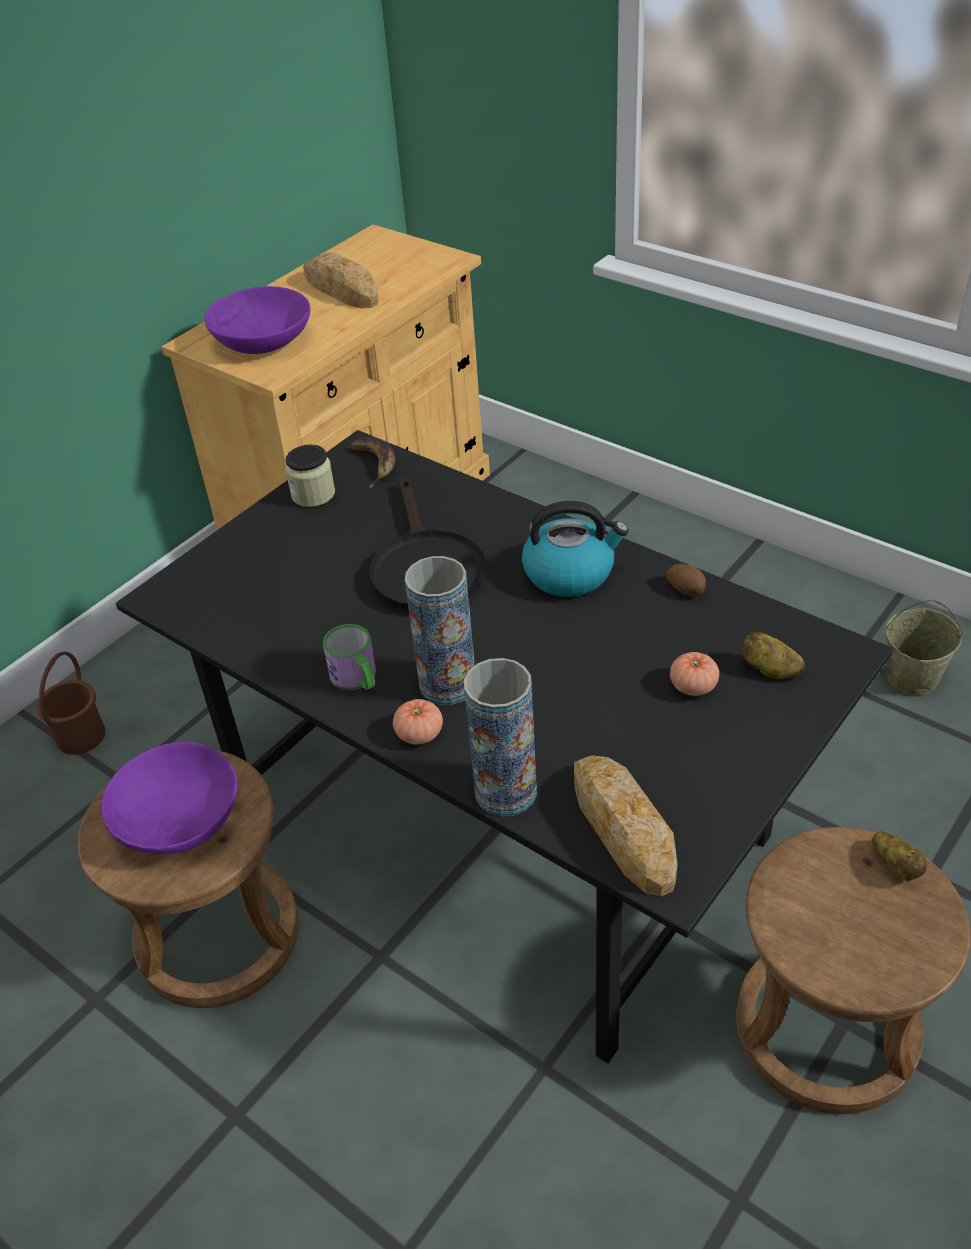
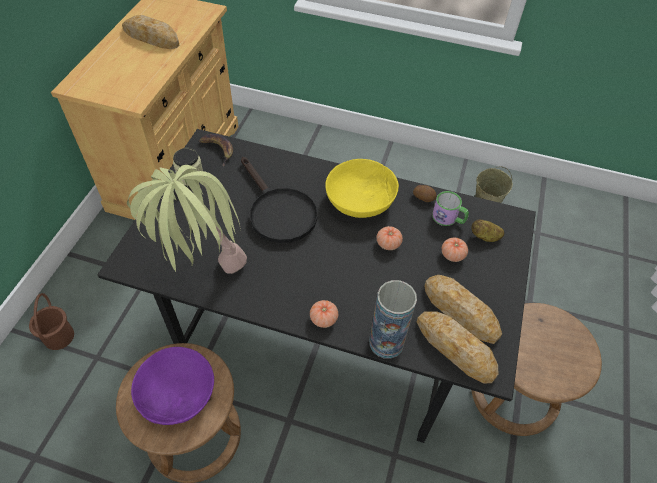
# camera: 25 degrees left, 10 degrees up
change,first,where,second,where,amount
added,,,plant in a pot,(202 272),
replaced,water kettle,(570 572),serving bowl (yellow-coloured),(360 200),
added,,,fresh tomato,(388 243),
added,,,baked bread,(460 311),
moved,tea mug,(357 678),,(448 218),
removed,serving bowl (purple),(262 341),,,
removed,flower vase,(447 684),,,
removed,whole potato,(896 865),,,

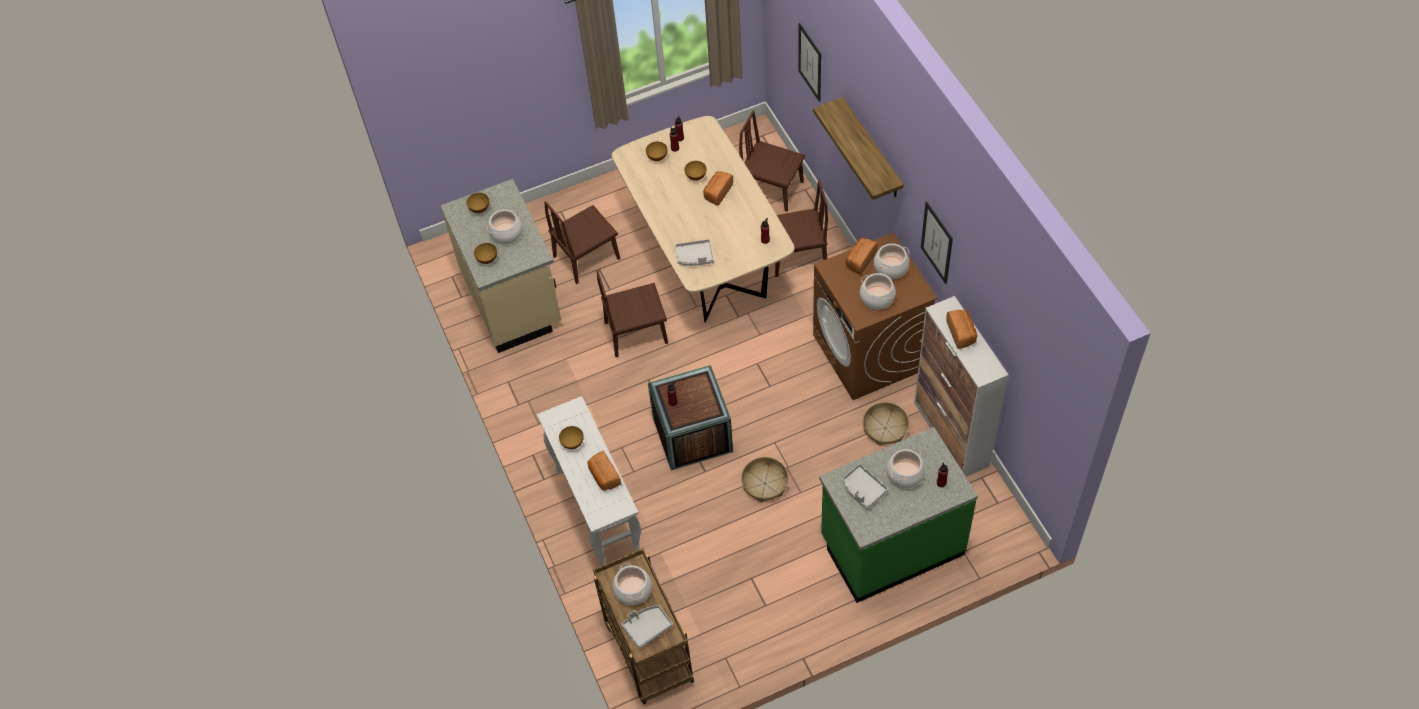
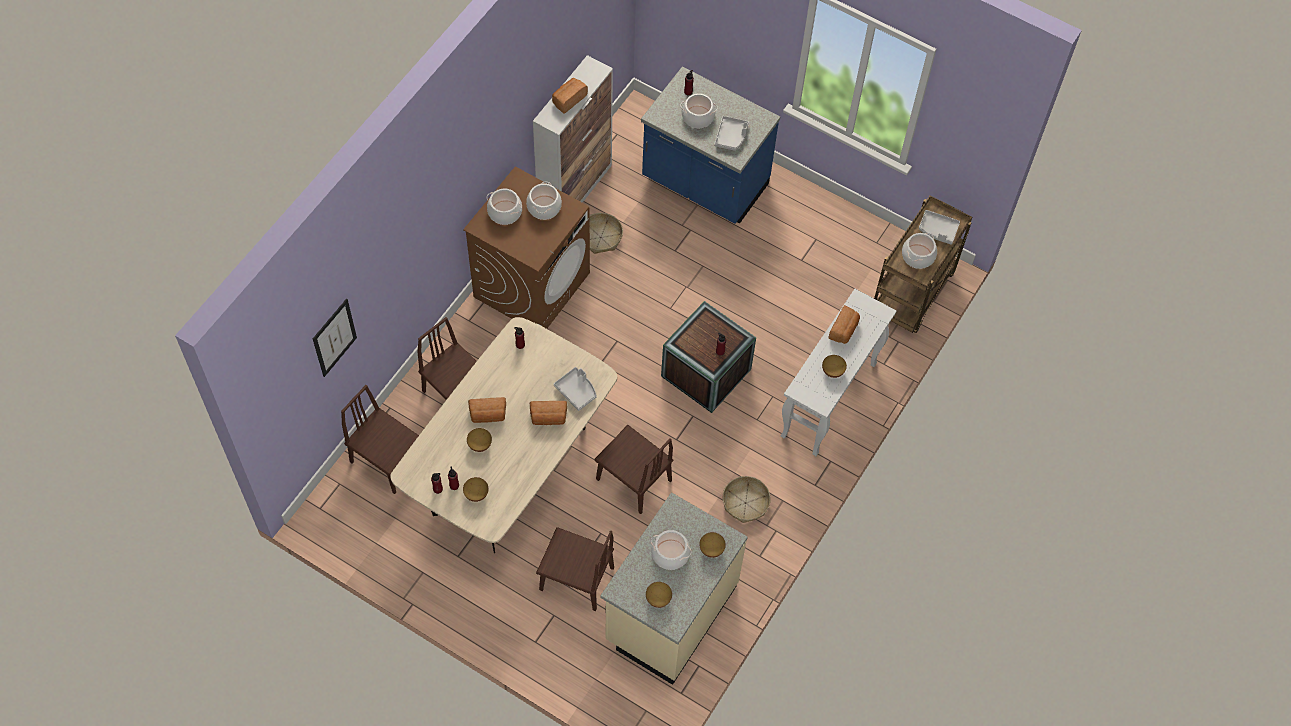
# camera: 130 degrees left, 5 degrees up
change,first,where,second,where,amount
turned,upright chair (brownish),(772 189),,(388 460),135 degrees clockwise
moved,baked bread,(860 260),,(548 418),
recoloured,kitchen counter (green-coloured),(891 545),kitchen counter (blue-coloured),(704 184),
moved,basket,(765 483),,(745 502),
removed,wall shelf,(872 150),,,
removed,picture,(937 242),,,

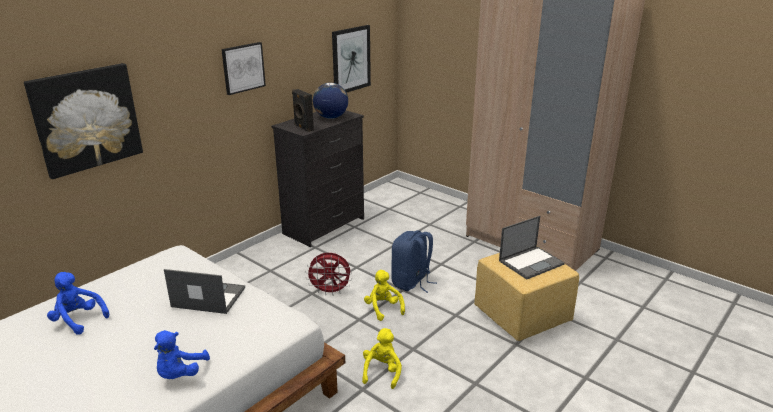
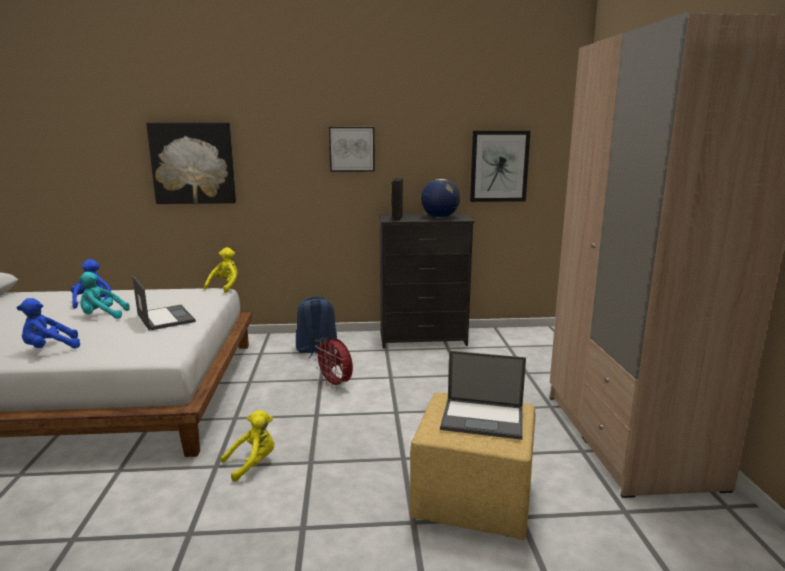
# camera: 45 degrees right, 10 degrees down
change,first,where,second,where,amount
added,,,soft toy (turquoise-coloured),(102 316),
moved,soft toy (yellow-coloured),(383 308),,(225 287),
moved,knapsack (blue-coloured),(412 282),,(316 350),

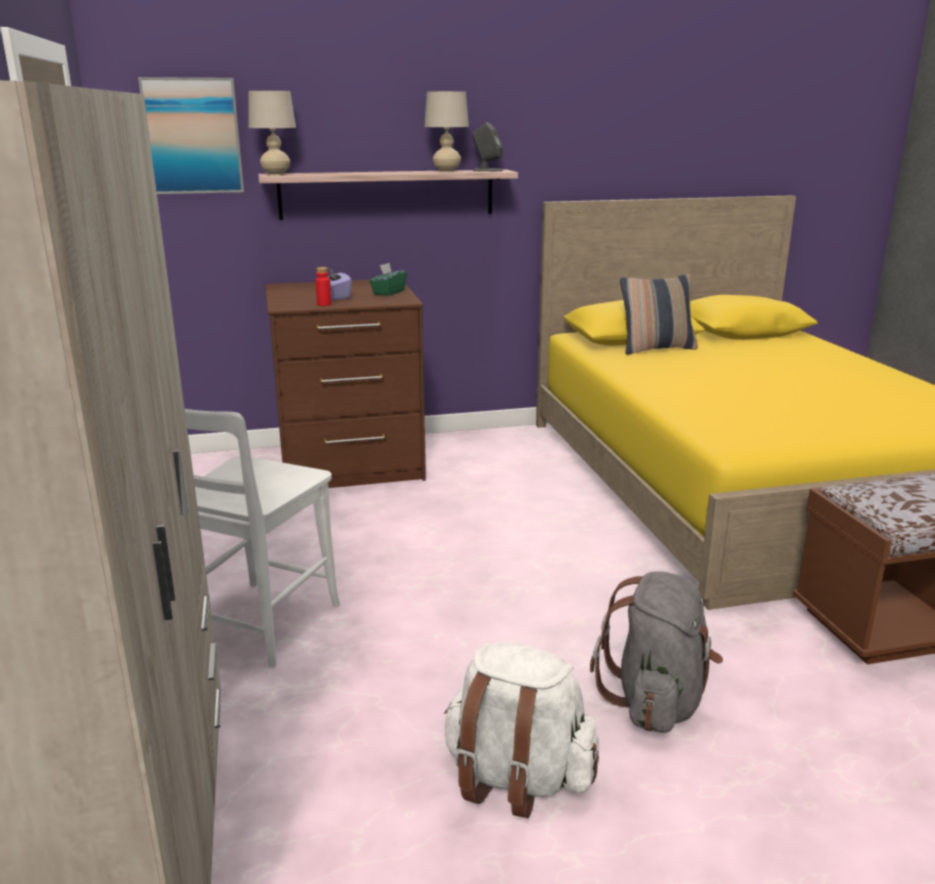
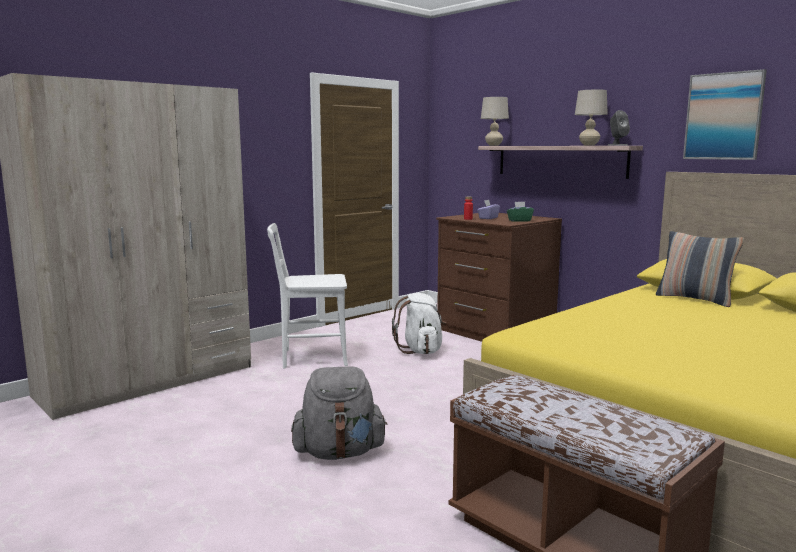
# camera: 60 degrees right, 10 degrees down
change,first,where,second,where,amount
moved,knapsack (white-coloured),(516 778),,(420 350),
moved,picture,(193 136),,(723 116),

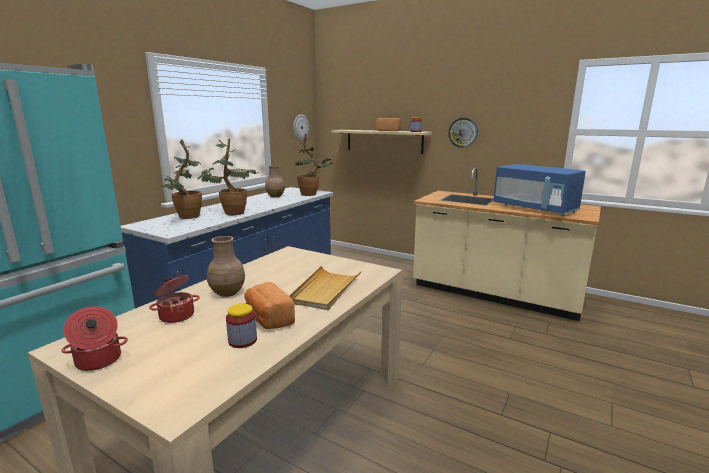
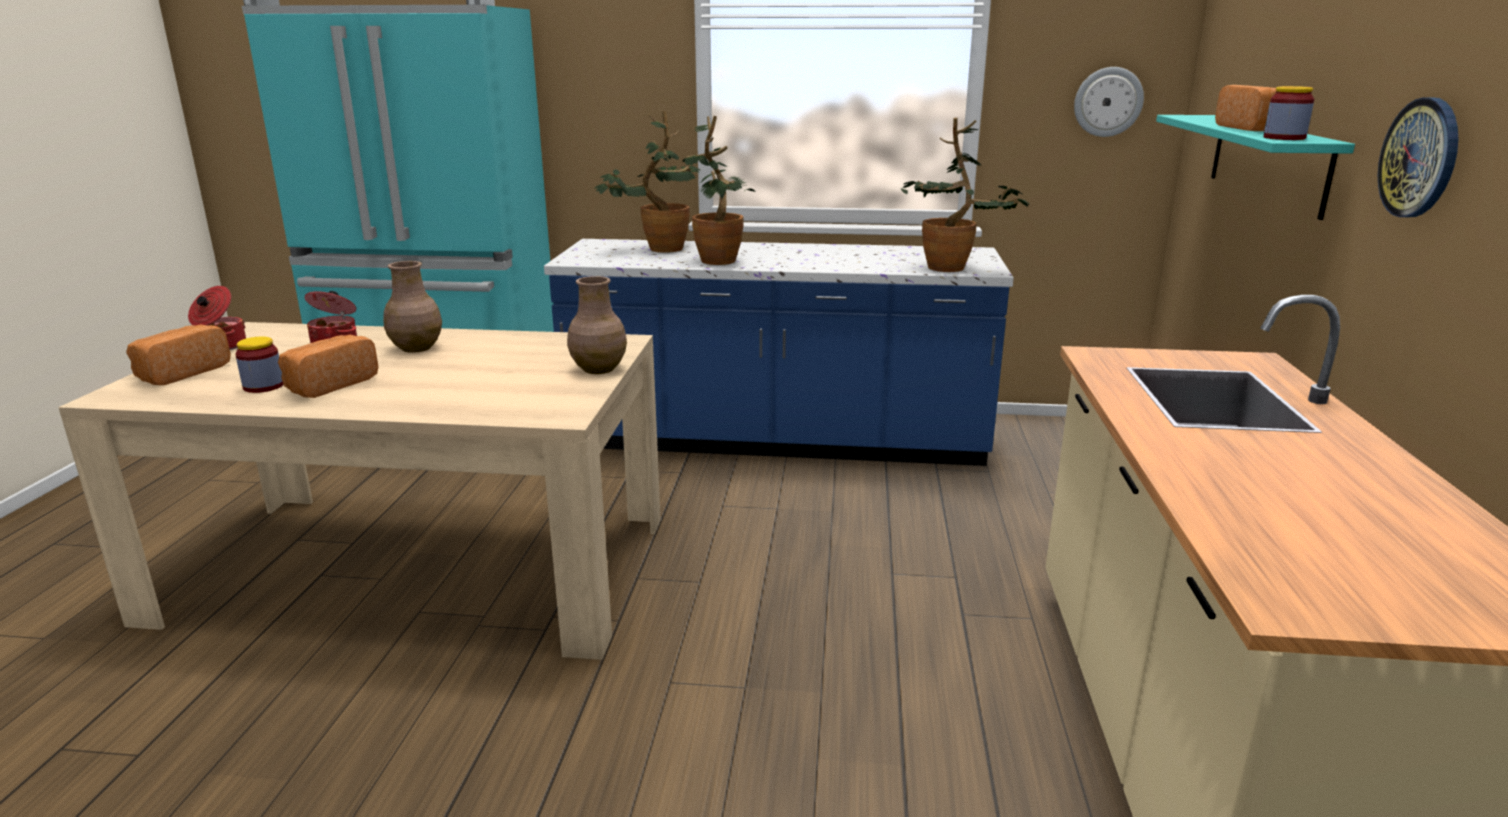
# camera: 65 degrees right, 5 degrees up
change,first,where,second,where,amount
added,,,baked bread,(181 373),
moved,flower vase (brownish),(275 196),,(598 369),
recoloured,wall shelf (beige-coloured),(384 141),wall shelf (turquoise-coloured),(1267 162),
removed,carrying tray (beige-coloured),(325 290),,,
removed,microwave oven (blue-coloured),(534 209),,,

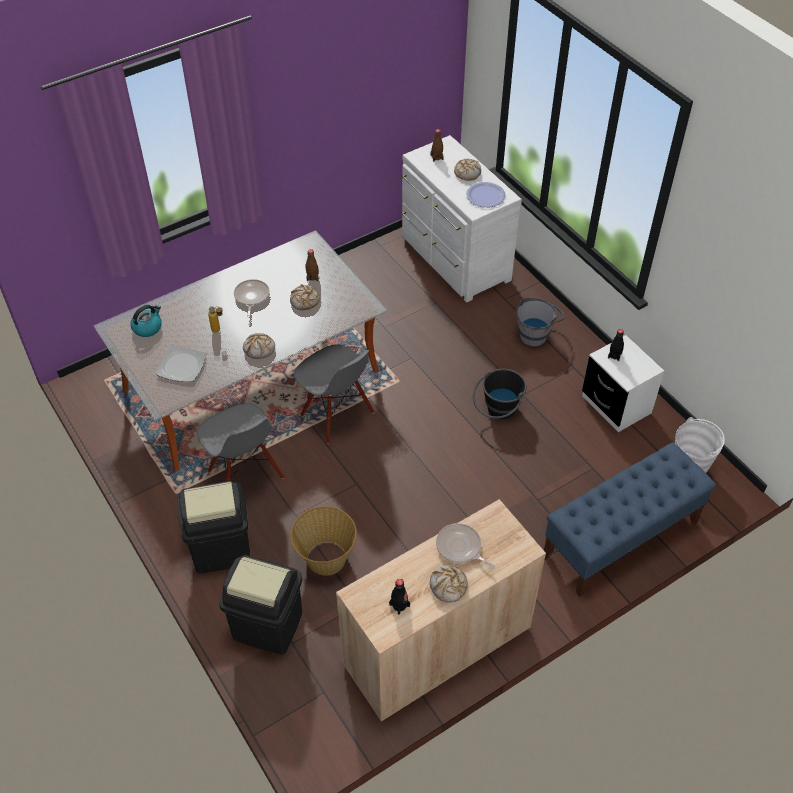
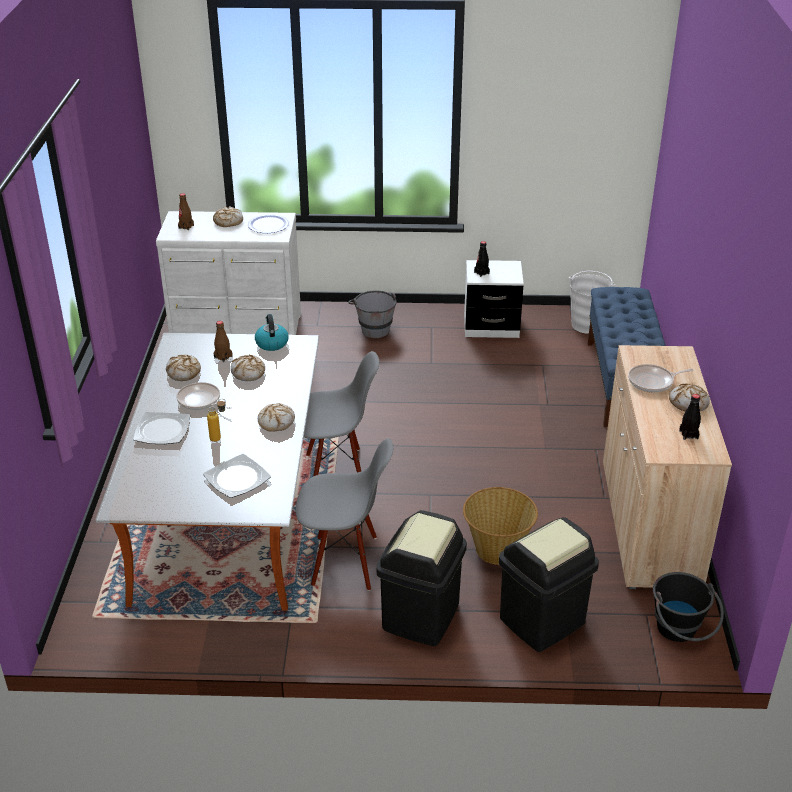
# camera: 55 degrees left, 15 degrees down
change,first,where,second,where,amount
added,,,plate,(163 431),
added,,,baked bread,(183 372),
moved,water kettle,(147 327),,(271 343),
moved,water bucket (blackish),(498 412),,(680 634),

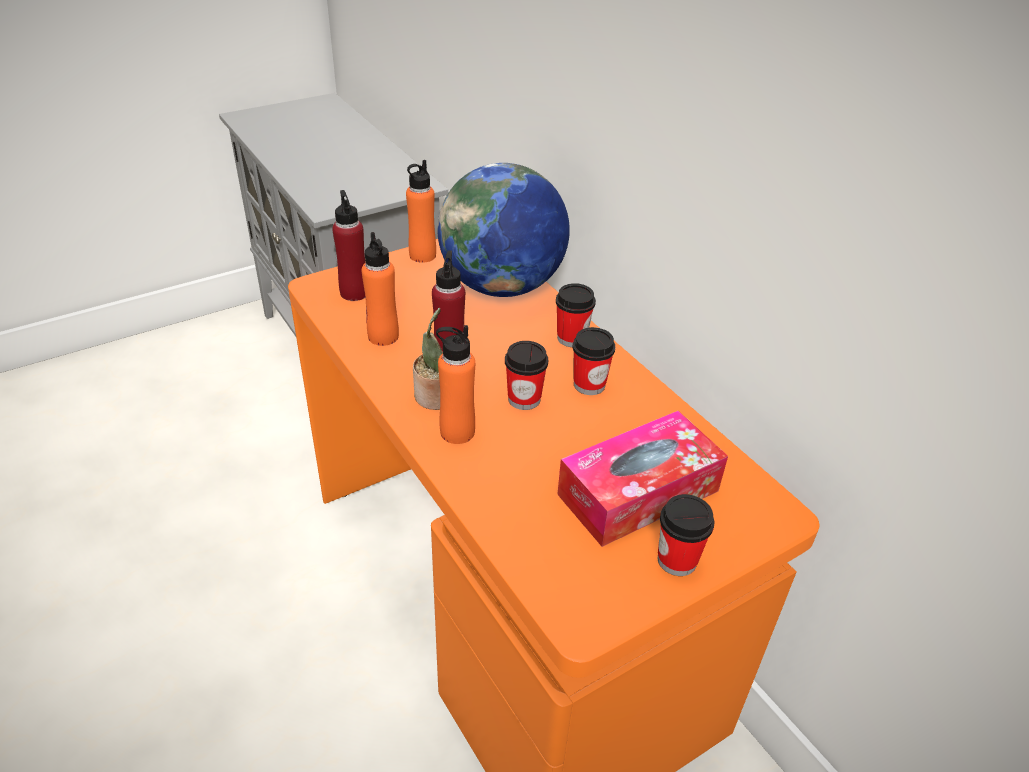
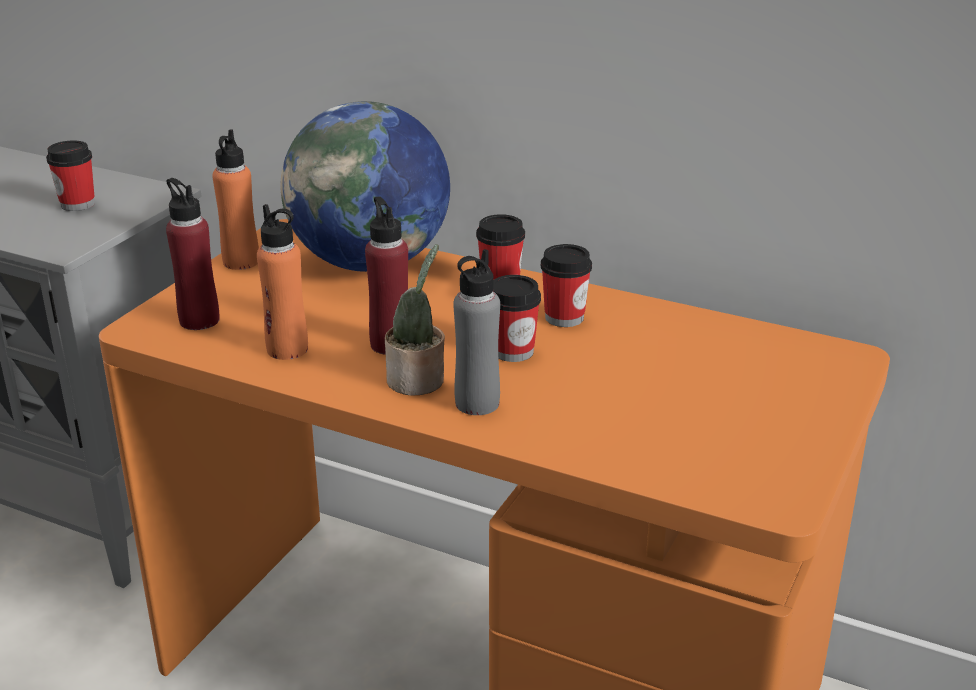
# camera: 30 degrees left, 10 degrees down
change,first,where,second,where,amount
moved,small cup,(677 560),,(77 204),
recoloured,beverage bottle (orange),(457 432),beverage bottle (gray),(477 403),
removed,box of tissues,(638 492),,,

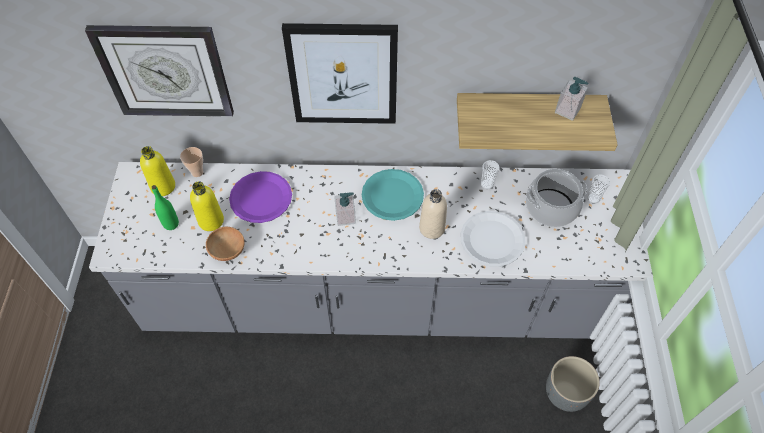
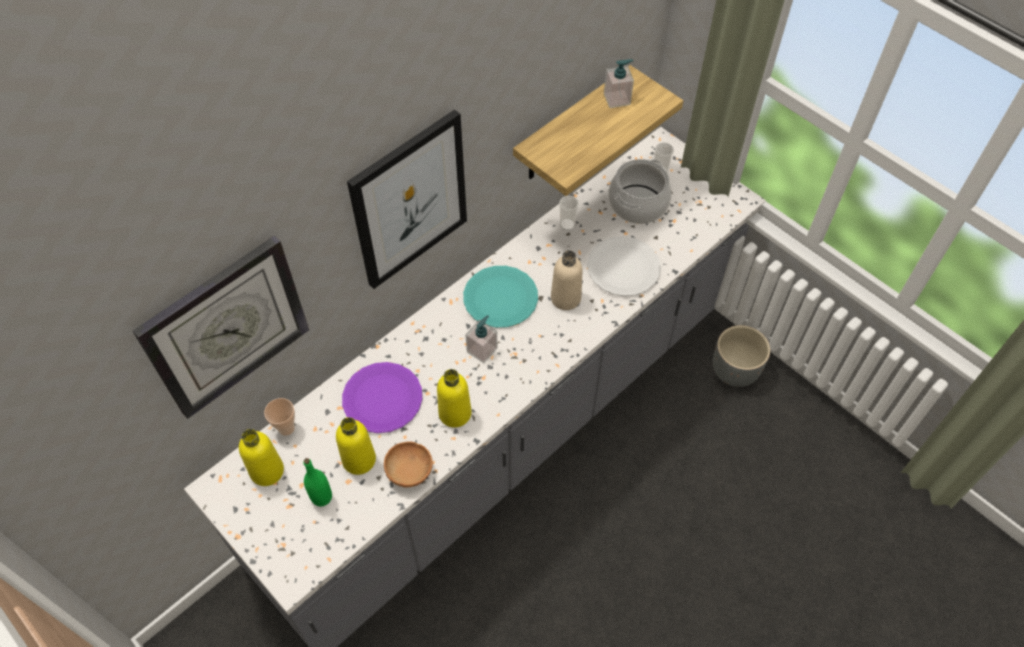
# camera: 45 degrees left, 0 degrees up
change,first,where,second,where,amount
added,,,beverage bottle (yellow-coloured),(455 413),

